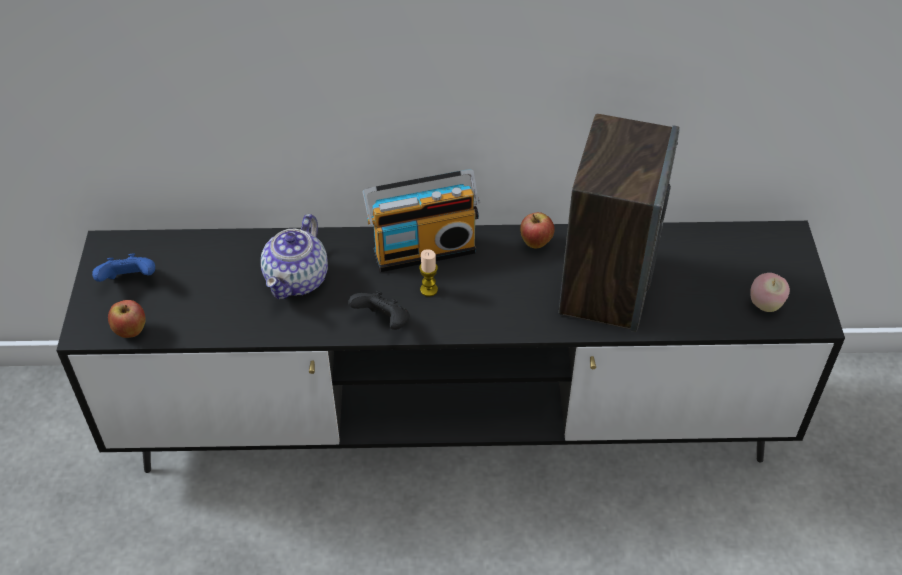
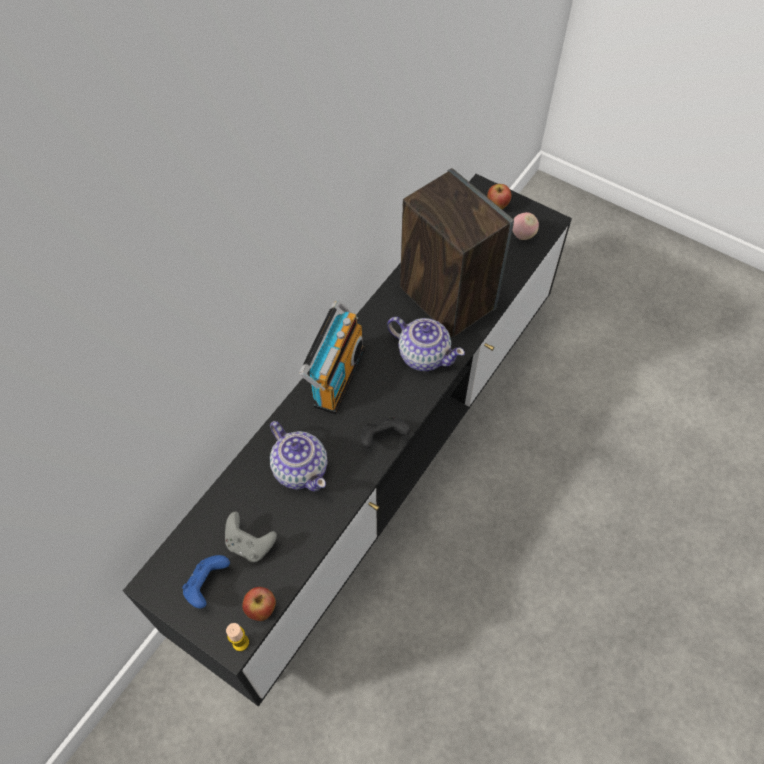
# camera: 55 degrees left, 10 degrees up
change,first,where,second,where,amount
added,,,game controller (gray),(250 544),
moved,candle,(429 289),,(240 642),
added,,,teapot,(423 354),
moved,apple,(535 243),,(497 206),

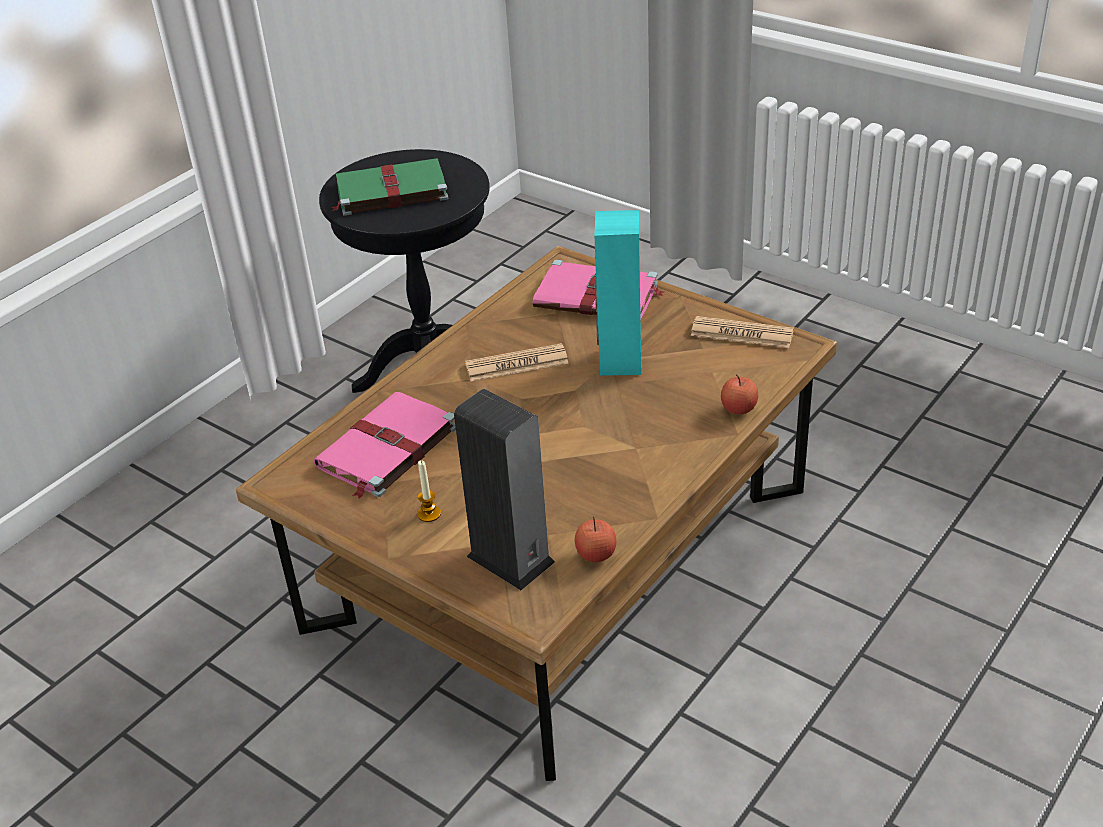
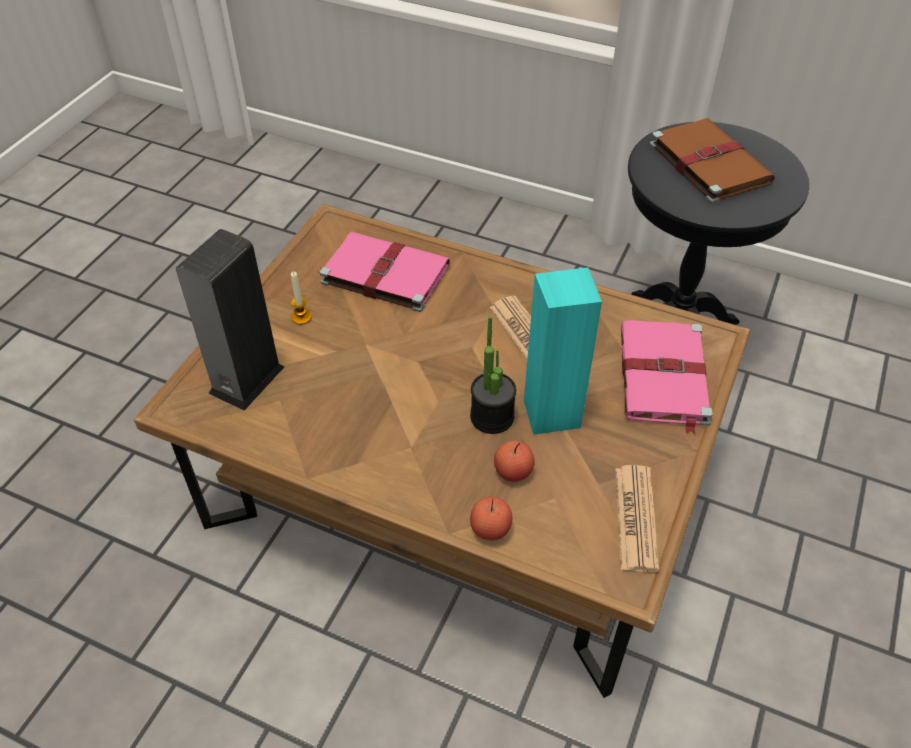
# camera: 75 degrees right, 10 degrees up
change,first,where,second,where,amount
added,,,plant in a pot,(492 417),
moved,apple,(596 554),,(513 471),
recoloured,book (green-coloured),(389 191),book (brownish),(707 162),

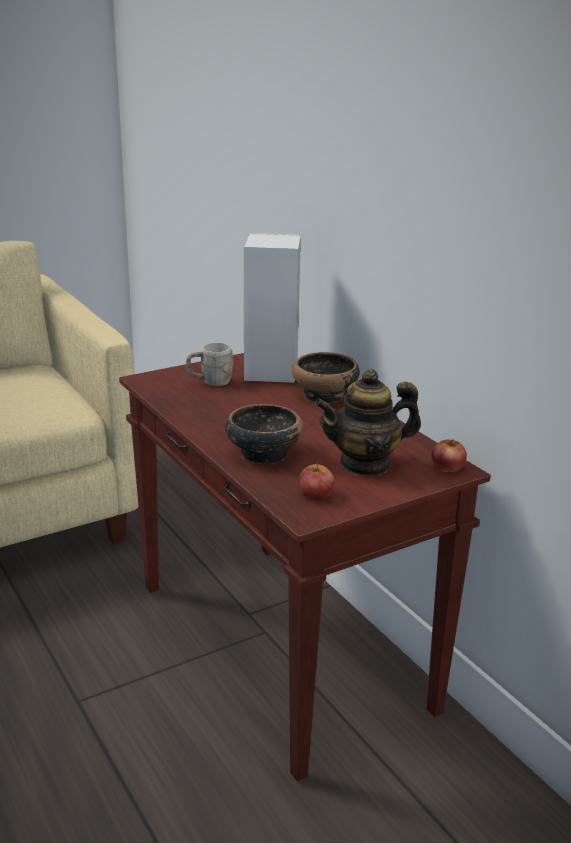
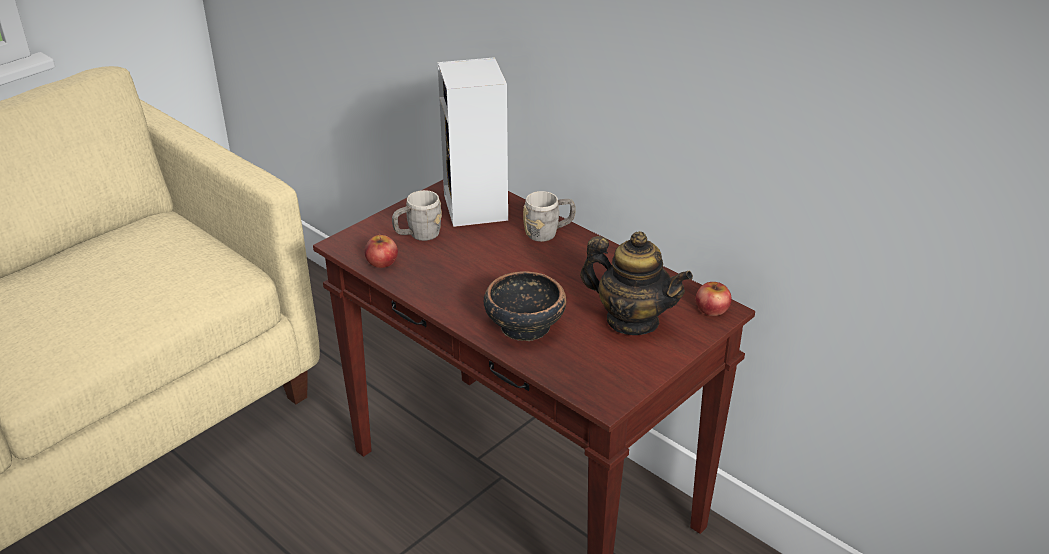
# camera: 15 degrees left, 10 degrees up
change,first,where,second,where,amount
moved,apple,(315 494),,(382 261),
replaced,serving bowl,(325 395),tea mug (gray),(548 233),
turned,teapot,(365 464),,(632 320),120 degrees counterclockwise

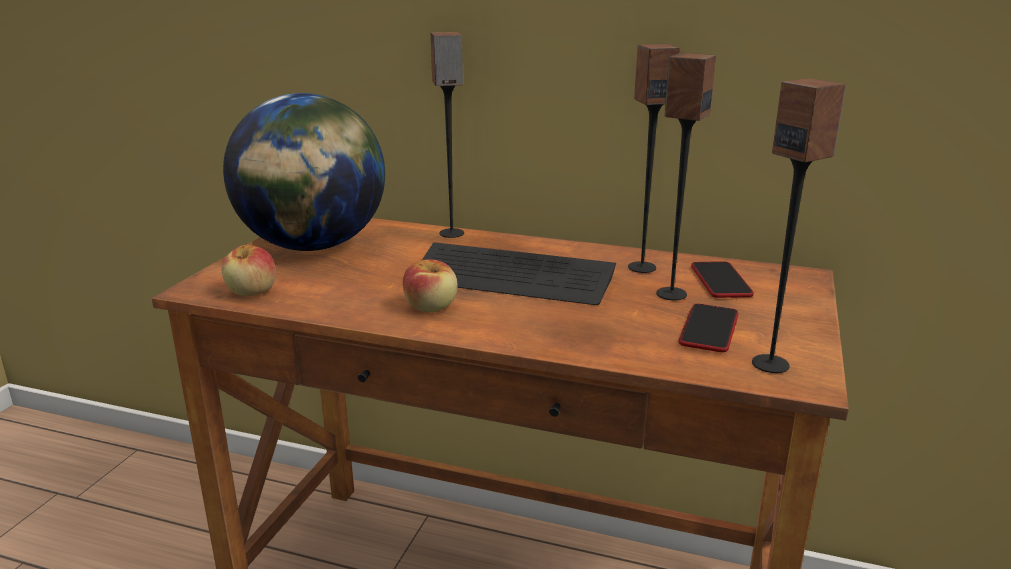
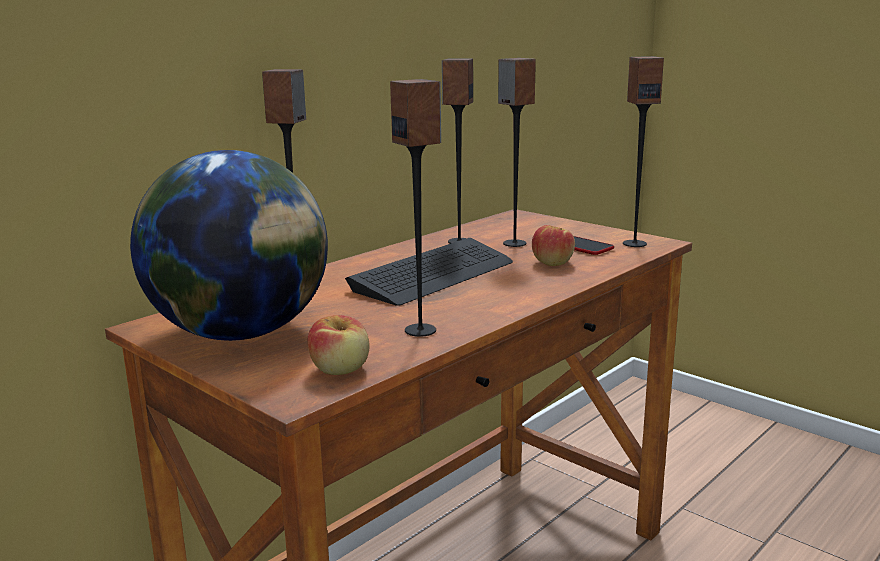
# camera: 65 degrees left, 5 degrees down
change,first,where,second,where,amount
added,,,speaker,(421 330),
moved,apple,(431 306),,(552 262),
removed,handset,(720 281),,,

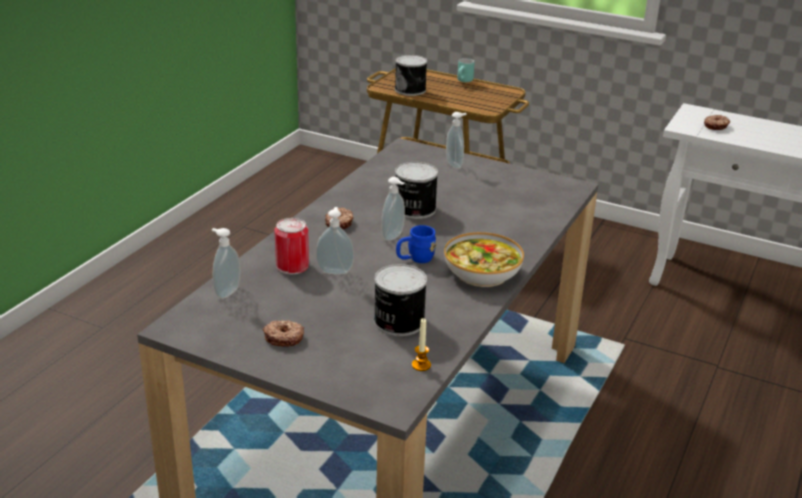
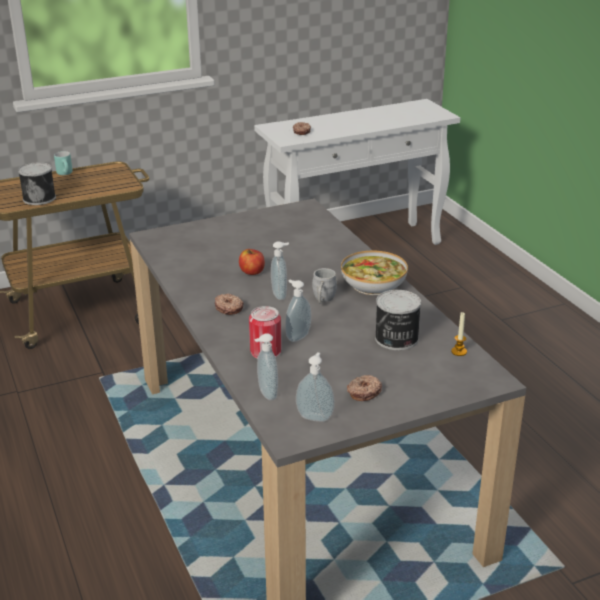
# camera: 50 degrees left, 0 degrees up
change,first,where,second,where,amount
replaced,sealed can,(414 209),apple,(252 272),
moved,soap dispenser,(455 165),,(315 417),
recoloured,tea mug (blue-coloured),(415 259),tea mug (gray),(323 300),

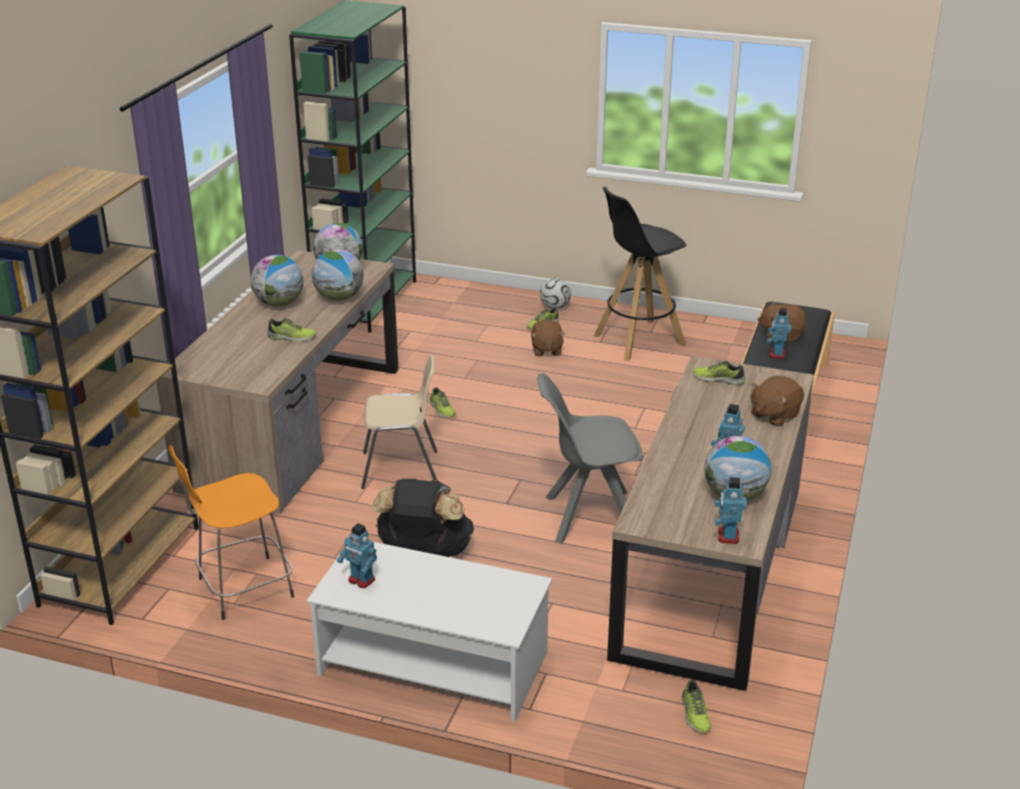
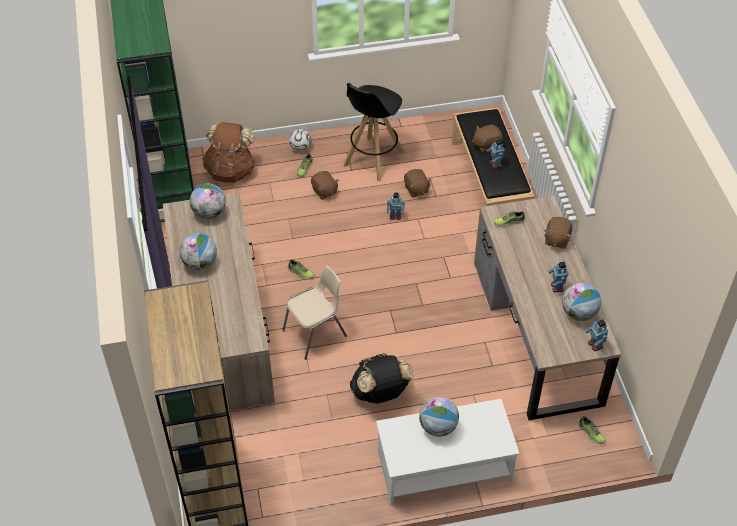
# camera: 30 degrees left, 20 degrees up
change,first,where,second,where,amount
added,,,knapsack (brownish),(231 171),
moved,model robot,(361 580),,(395 216),
added,,,soft toy (brownish),(416 189),
moved,globe,(339 298),,(438 427),
removed,sitting stool (orange),(242 589),,,
removed,shoe,(291 337),,,
removed,upright chair (gray),(588 517),,,

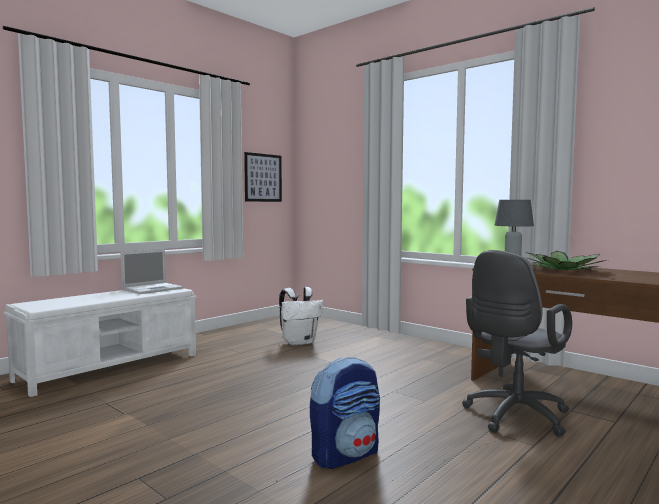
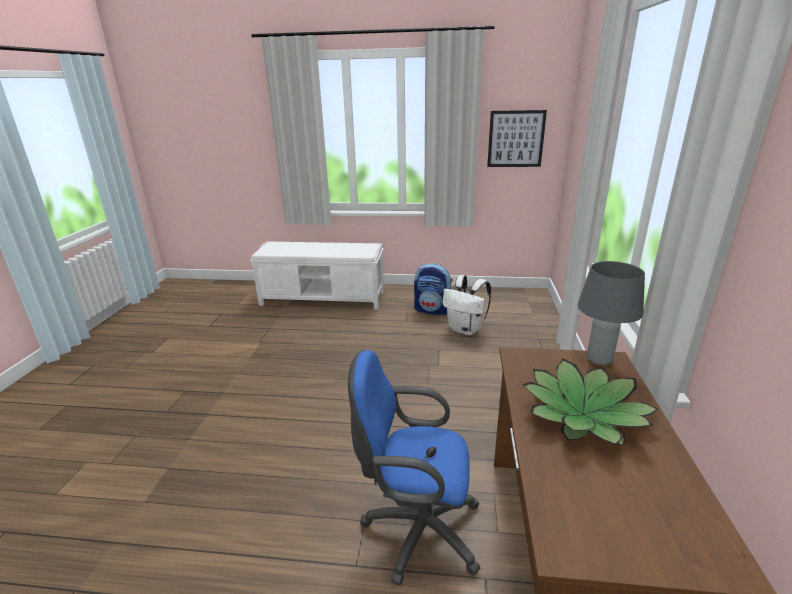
# camera: 55 degrees right, 20 degrees up
change,first,where,second,where,amount
recoloured,computer chair (gray),(513 417),computer chair (blue-coloured),(416 529),
moved,knapsack,(345 455),,(433 310),
removed,notebook computer,(153 289),,,

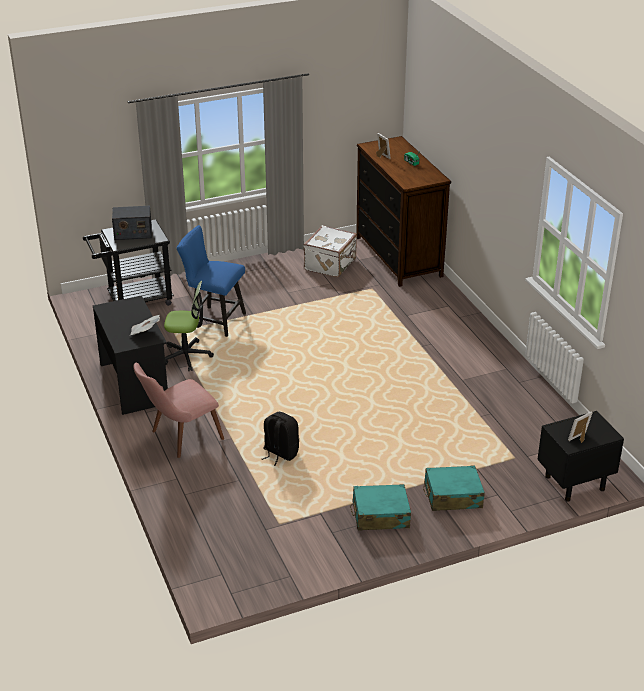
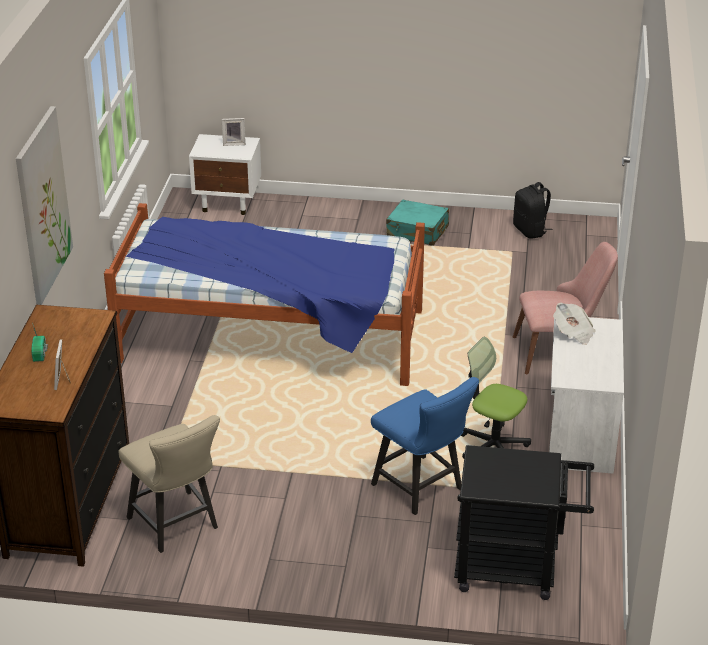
# camera: 150 degrees left, 0 degrees up
change,first,where,second,where,amount
added,,,picture,(43 205),
added,,,sleeping bed,(271 336),
replaced,suitcase (white-coloured),(331 264),upright chair (beige-coloured),(177 526),
recoloured,bedside table (blackish),(573 483),bedside table (white-coloured),(228 203),
moved,knapsack (blackish),(280 453),,(530 231),
recoloured,desk table (blackish),(135 383),desk table (white-coloured),(579 432),
removed,radio receiver,(132 233),,,
removed,suitcase (turquoise-coloured),(452 496),,,

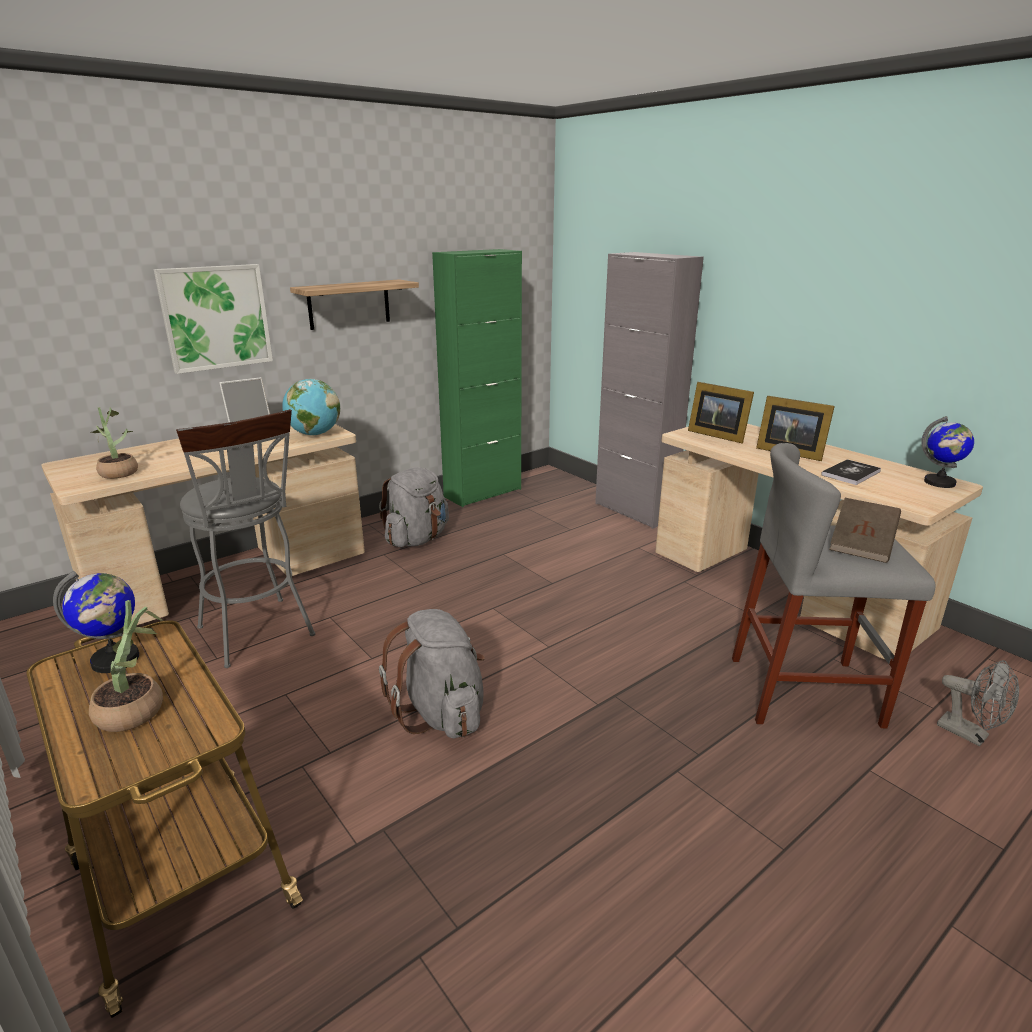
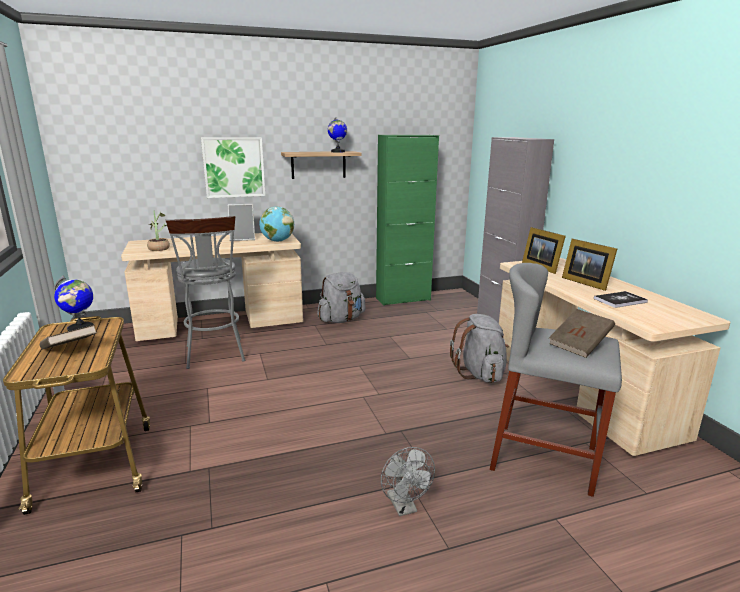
# camera: 20 degrees right, 5 degrees down
change,first,where,second,where,amount
replaced,plant in a pot,(138 708),book (brownish),(70 350),
moved,globe,(939 483),,(337 152),
moved,electric fan (gray),(970 734),,(404 507),
moved,knapsack (gray),(441 713),,(480 374),

